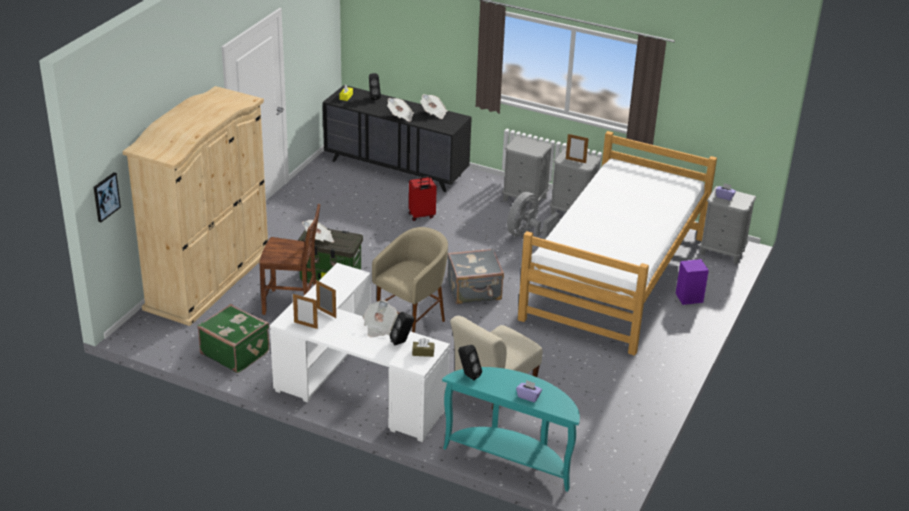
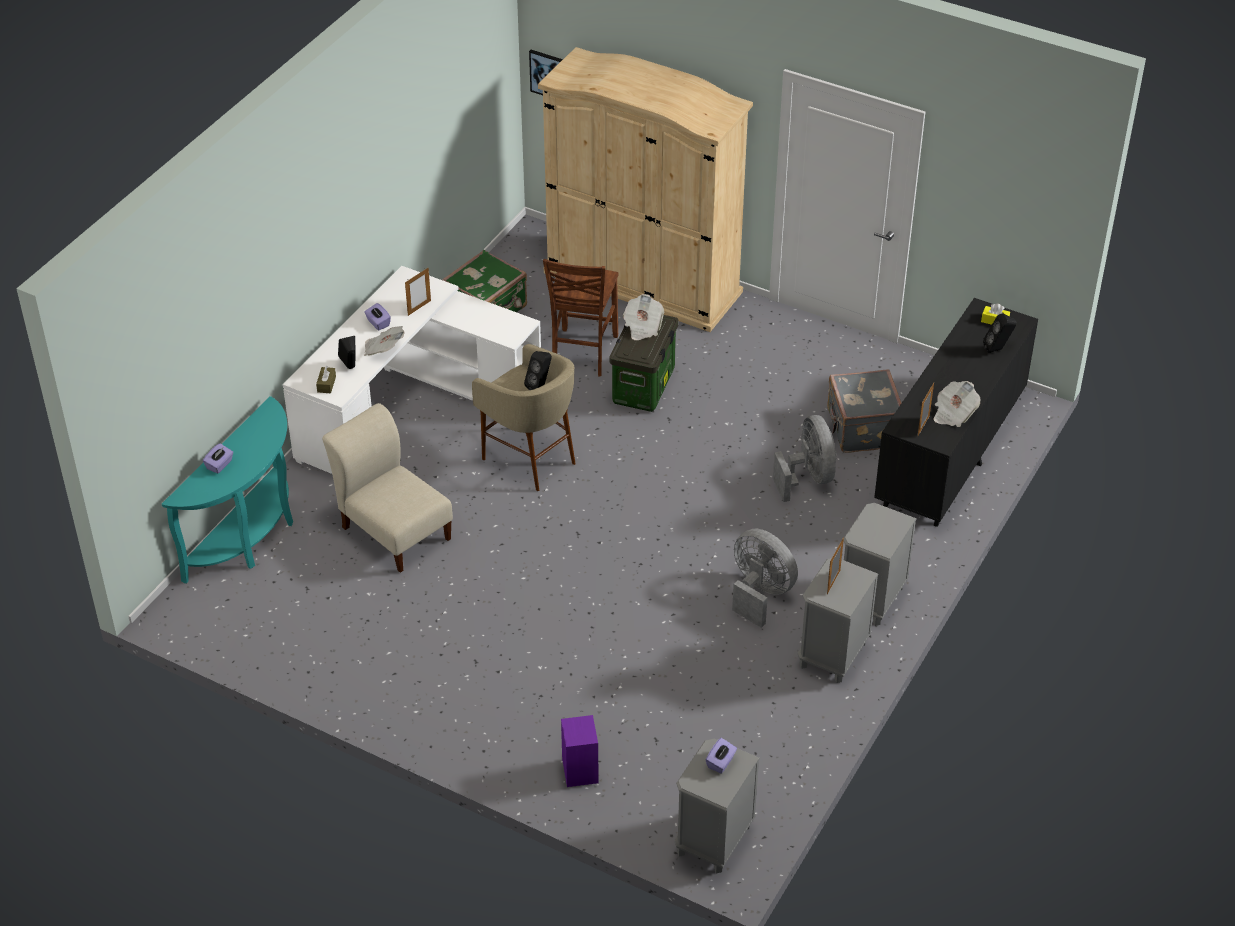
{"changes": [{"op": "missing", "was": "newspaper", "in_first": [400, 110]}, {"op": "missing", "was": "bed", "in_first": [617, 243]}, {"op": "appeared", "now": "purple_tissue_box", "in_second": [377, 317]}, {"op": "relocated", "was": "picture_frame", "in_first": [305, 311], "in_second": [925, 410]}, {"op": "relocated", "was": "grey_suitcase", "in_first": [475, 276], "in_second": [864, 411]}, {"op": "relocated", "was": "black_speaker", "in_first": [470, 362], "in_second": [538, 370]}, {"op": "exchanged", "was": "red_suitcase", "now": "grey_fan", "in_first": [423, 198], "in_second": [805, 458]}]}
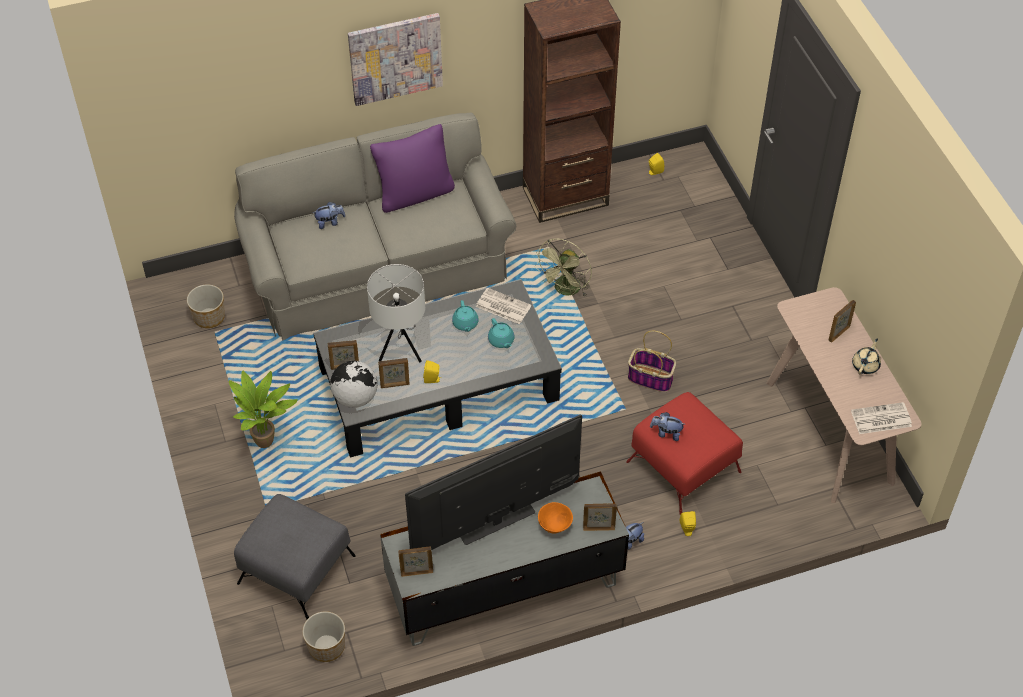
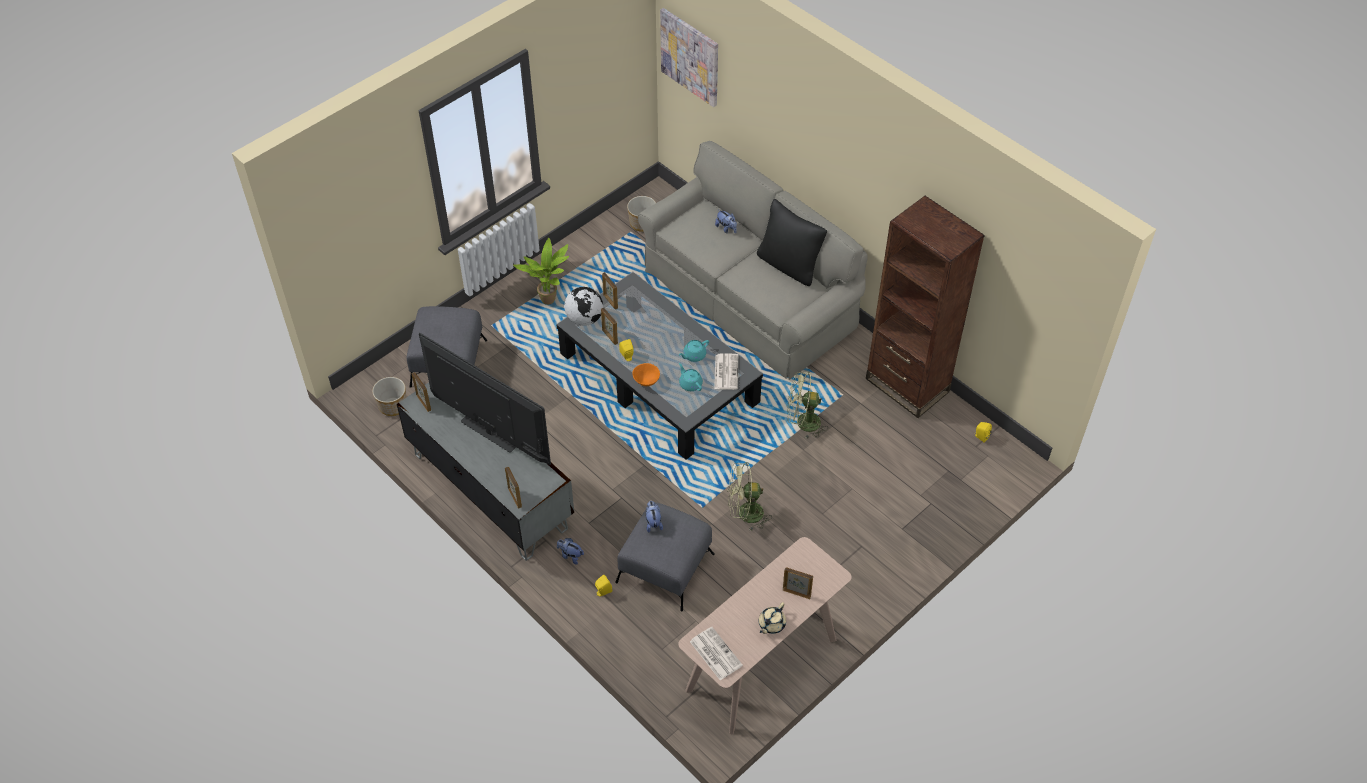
{"changes": [{"op": "missing", "was": "white_table_lamp", "in_first": [396, 313]}, {"op": "relocated", "was": "picture", "in_first": [395, 59], "in_second": [689, 57]}, {"op": "relocated", "was": "orange_bowl", "in_first": [555, 518], "in_second": [646, 374]}, {"op": "exchanged", "was": "basket", "now": "green_fan", "in_first": [652, 361], "in_second": [750, 497]}, {"op": "colour", "was": "purple_pillow", "now": "black_pillow", "in_first": [412, 168], "in_second": [792, 242]}, {"op": "colour", "was": "red_ottoman", "now": "grey_ottoman", "in_first": [684, 453], "in_second": [665, 556]}, {"op": "spun", "was": "turquoise_teapot", "in_first": [501, 333], "in_second": [691, 377], "clockwise": 105}, {"op": "spun", "was": "beige_teapot", "in_first": [866, 357], "in_second": [772, 618], "clockwise": 120}]}
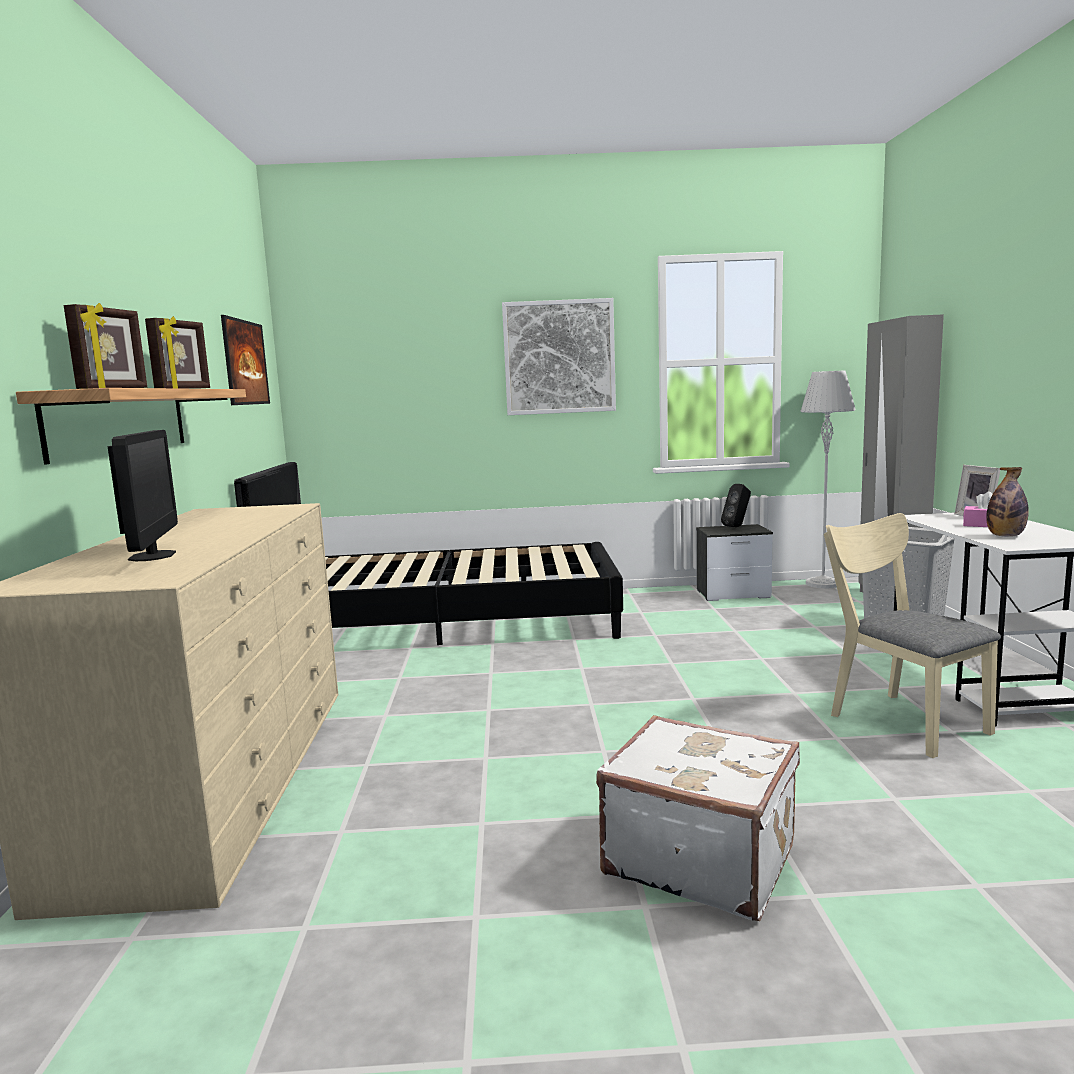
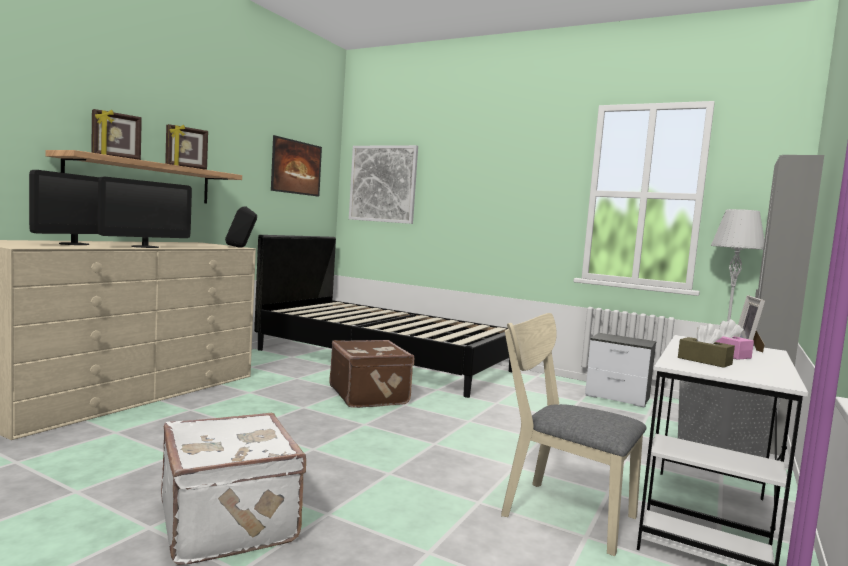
{"changes": [{"op": "appeared", "now": "monitor", "in_second": [145, 212]}, {"op": "appeared", "now": "brown_suitcase", "in_second": [372, 374]}, {"op": "relocated", "was": "picture", "in_first": [559, 356], "in_second": [383, 184]}, {"op": "relocated", "was": "black_speaker", "in_first": [736, 505], "in_second": [241, 227]}, {"op": "exchanged", "was": "bottle", "now": "brown_tissue_box", "in_first": [1007, 502], "in_second": [706, 346]}, {"op": "spun", "was": "beige_chair", "in_first": [912, 635], "in_second": [574, 434], "clockwise": -60}]}
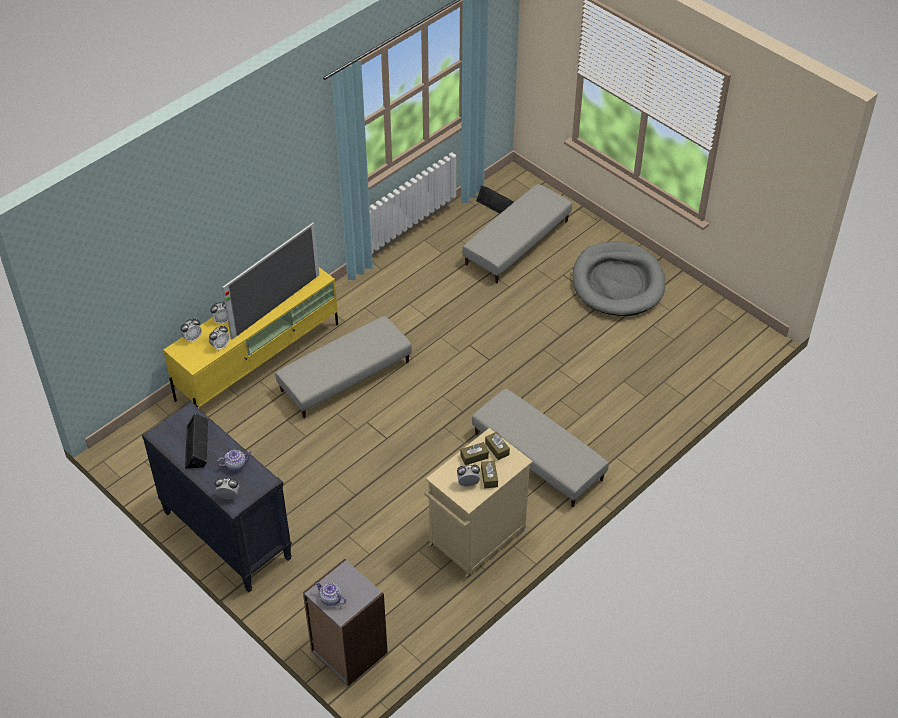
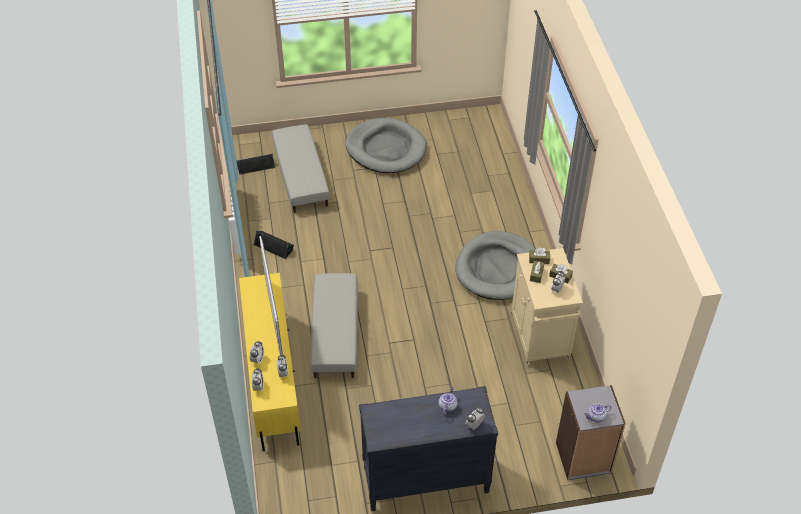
{"changes": [{"op": "relocated", "was": "black_speaker", "in_first": [196, 440], "in_second": [274, 245]}, {"op": "exchanged", "was": "grey_ottoman", "now": "grey_dog_bed", "in_first": [540, 448], "in_second": [495, 265]}]}
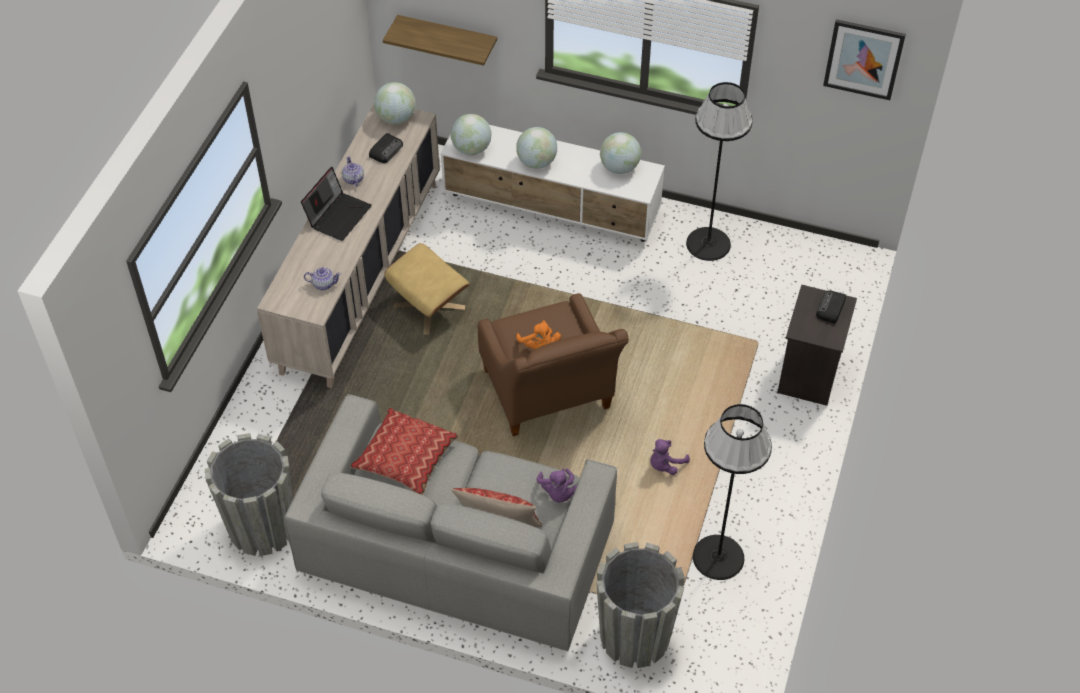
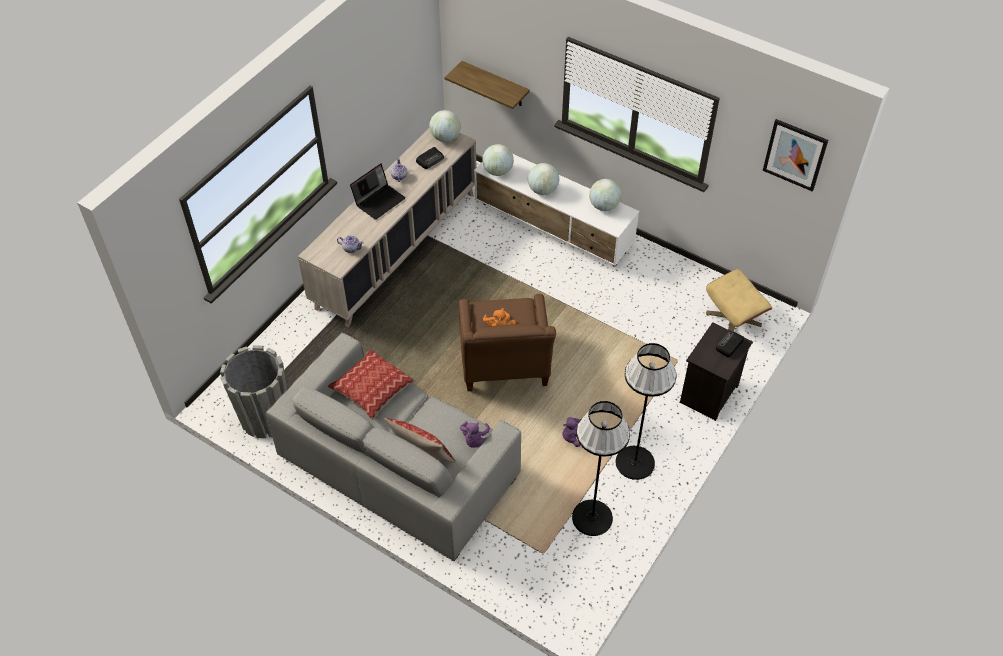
{"changes": [{"op": "missing", "was": "grey_planter", "in_first": [640, 605]}, {"op": "relocated", "was": "beige_ottoman", "in_first": [427, 289], "in_second": [739, 300]}, {"op": "relocated", "was": "black_floor_lamp", "in_first": [719, 171], "in_second": [646, 411]}]}
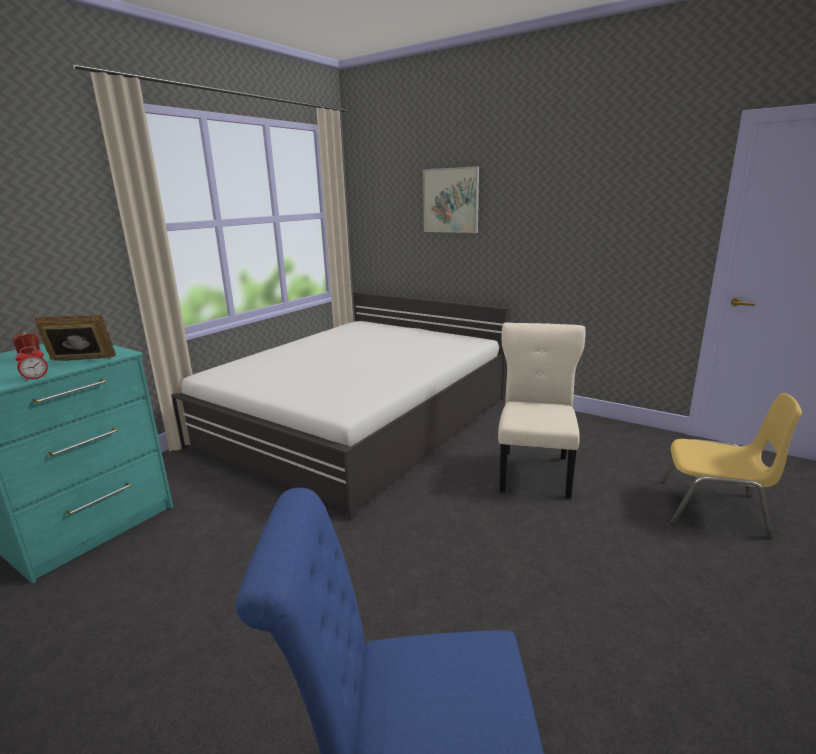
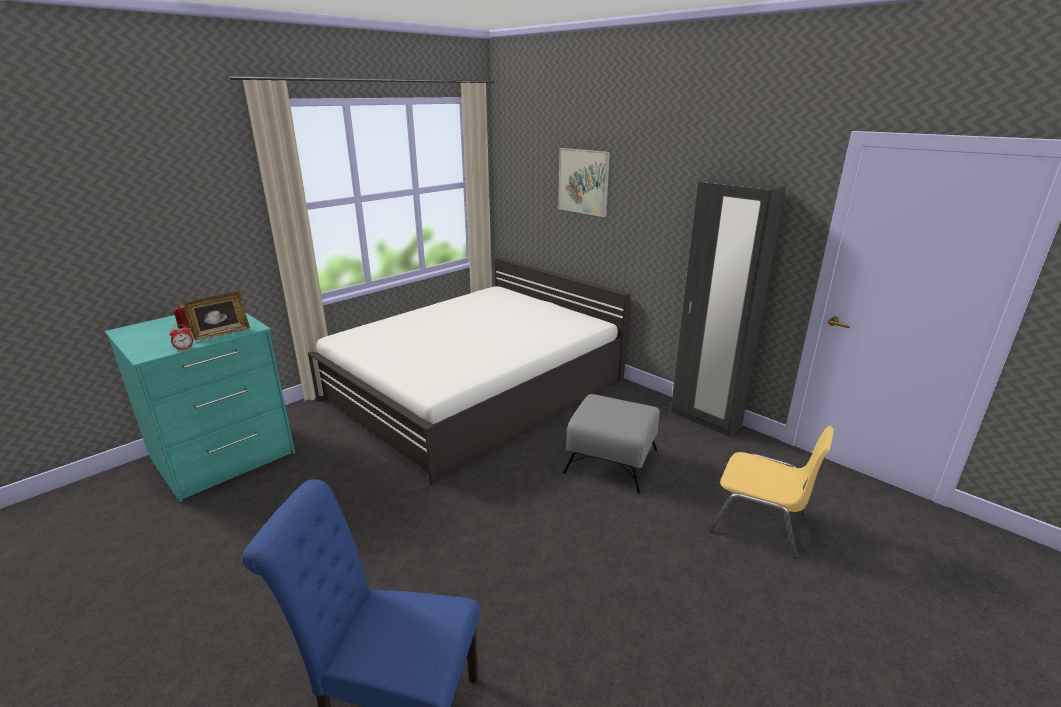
{"changes": [{"op": "appeared", "now": "black_wardrobe", "in_second": [728, 308]}, {"op": "exchanged", "was": "beige_chair", "now": "grey_ottoman", "in_first": [541, 411], "in_second": [611, 444]}, {"op": "spun", "was": "picture_frame", "in_first": [75, 338], "in_second": [217, 316], "clockwise": 135}]}
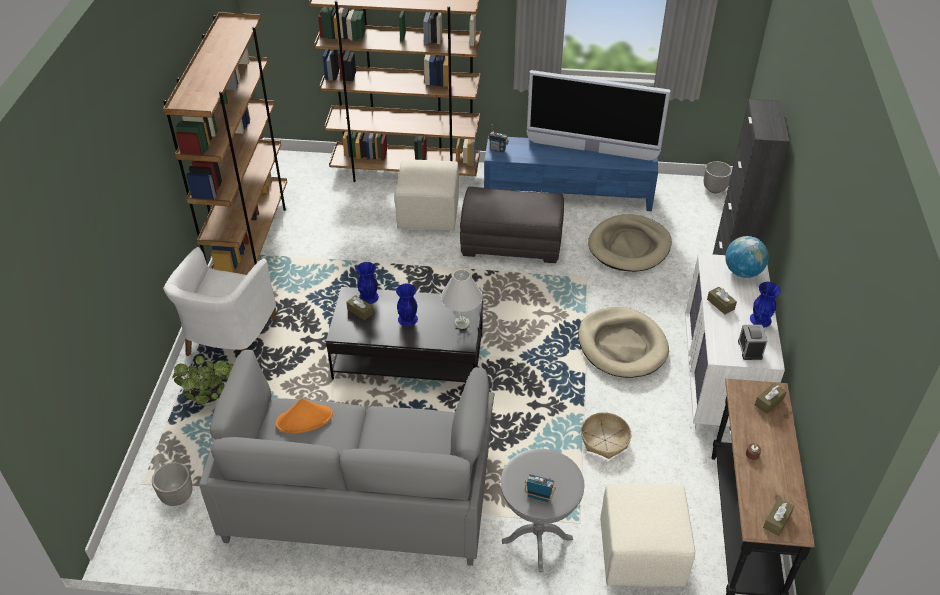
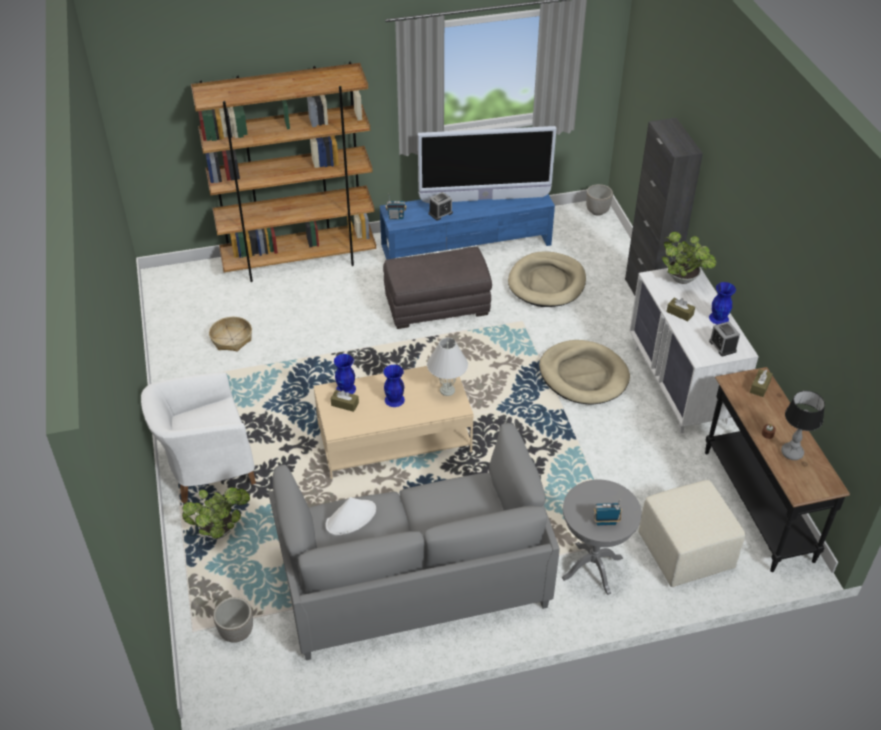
{"changes": [{"op": "missing", "was": "brown_bookcase", "in_first": [225, 143]}, {"op": "missing", "was": "beige_ottoman", "in_first": [427, 195]}, {"op": "missing", "was": "brown_tissue_box", "in_first": [778, 517]}, {"op": "appeared", "now": "alarm_clock", "in_second": [441, 206]}, {"op": "appeared", "now": "table_lamp", "in_second": [803, 425]}, {"op": "relocated", "was": "basket", "in_first": [606, 435], "in_second": [230, 334]}, {"op": "exchanged", "was": "globe", "now": "potted_plant", "in_first": [747, 257], "in_second": [689, 258]}, {"op": "colour", "was": "orange_hat", "now": "white_hat", "in_first": [304, 415], "in_second": [350, 516]}, {"op": "colour", "was": "black_coffee_table", "now": "beige_coffee_table", "in_first": [404, 334], "in_second": [393, 422]}, {"op": "spun", "was": "white_armchair", "in_first": [220, 301], "in_second": [198, 437], "clockwise": 75}]}
